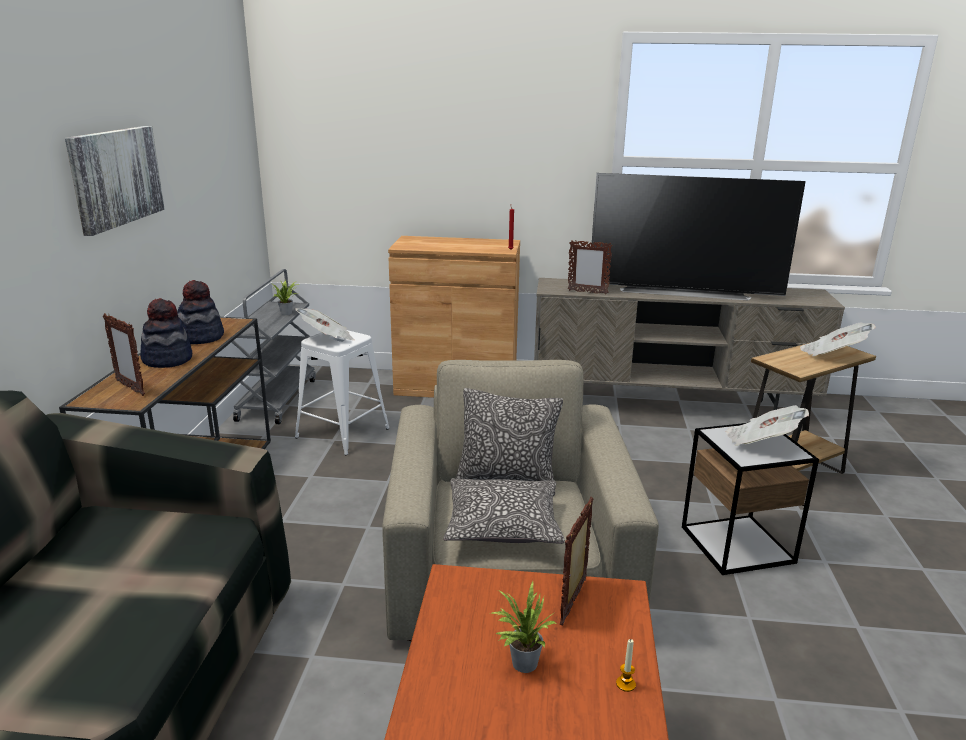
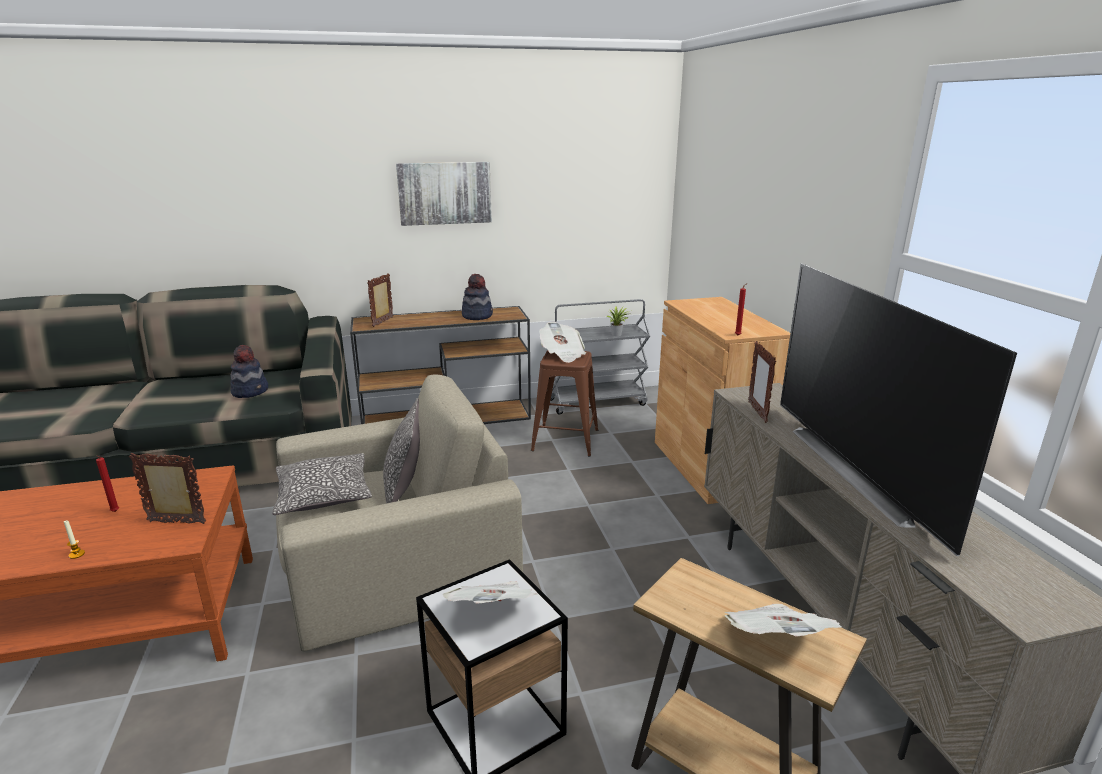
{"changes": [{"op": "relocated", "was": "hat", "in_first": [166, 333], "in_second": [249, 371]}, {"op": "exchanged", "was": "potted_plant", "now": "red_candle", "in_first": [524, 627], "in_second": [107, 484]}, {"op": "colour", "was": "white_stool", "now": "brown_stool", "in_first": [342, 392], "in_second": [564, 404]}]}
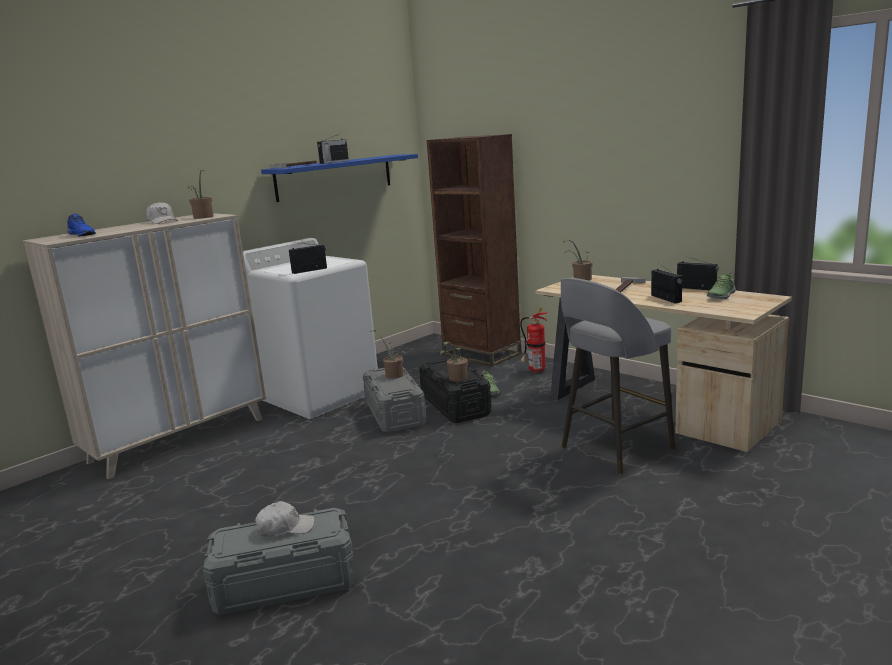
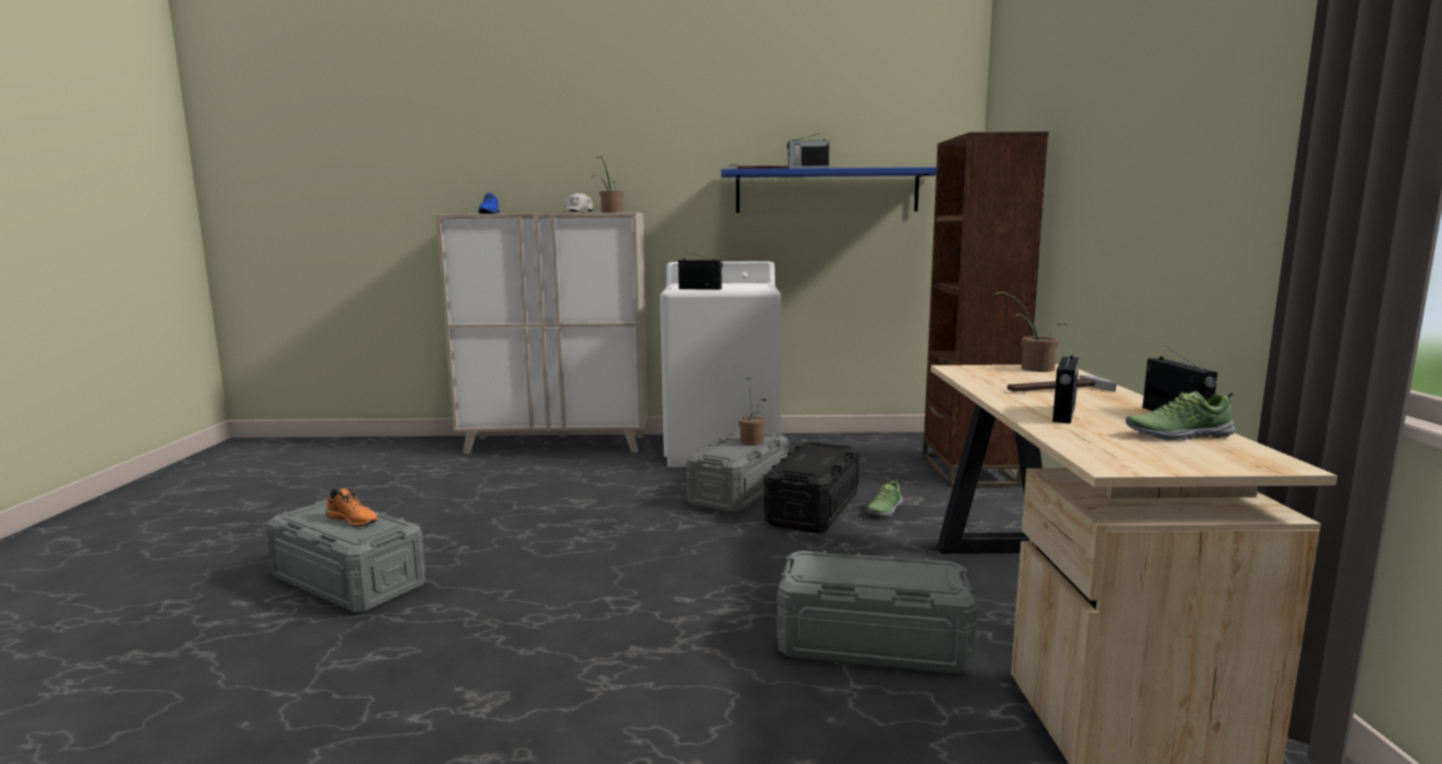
{"changes": [{"op": "missing", "was": "potted_plant", "in_first": [454, 361]}, {"op": "missing", "was": "fire_extinguisher", "in_first": [533, 340]}, {"op": "exchanged", "was": "white_cap", "now": "orange_shoe", "in_first": [285, 519], "in_second": [351, 507]}, {"op": "exchanged", "was": "grey_stool", "now": "grey_storage_box", "in_first": [618, 376], "in_second": [877, 612]}]}
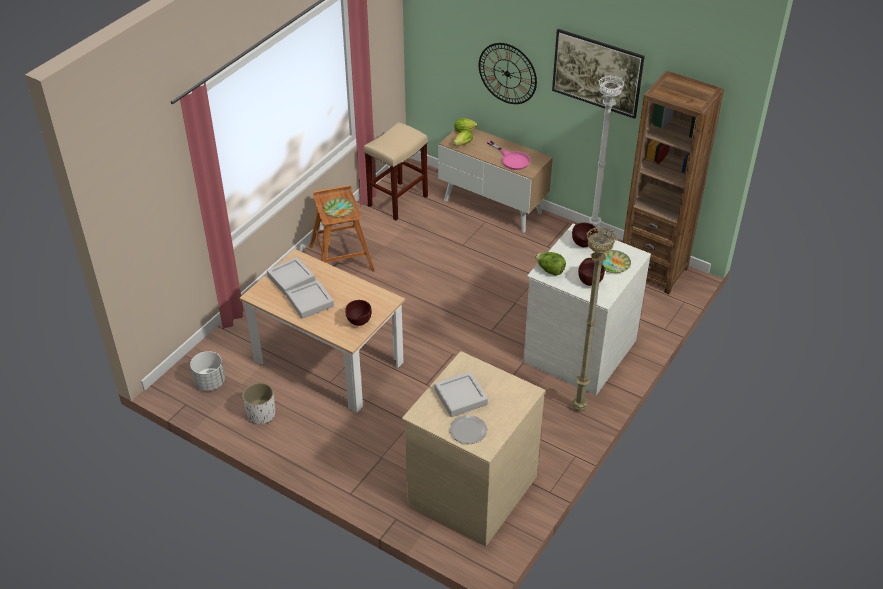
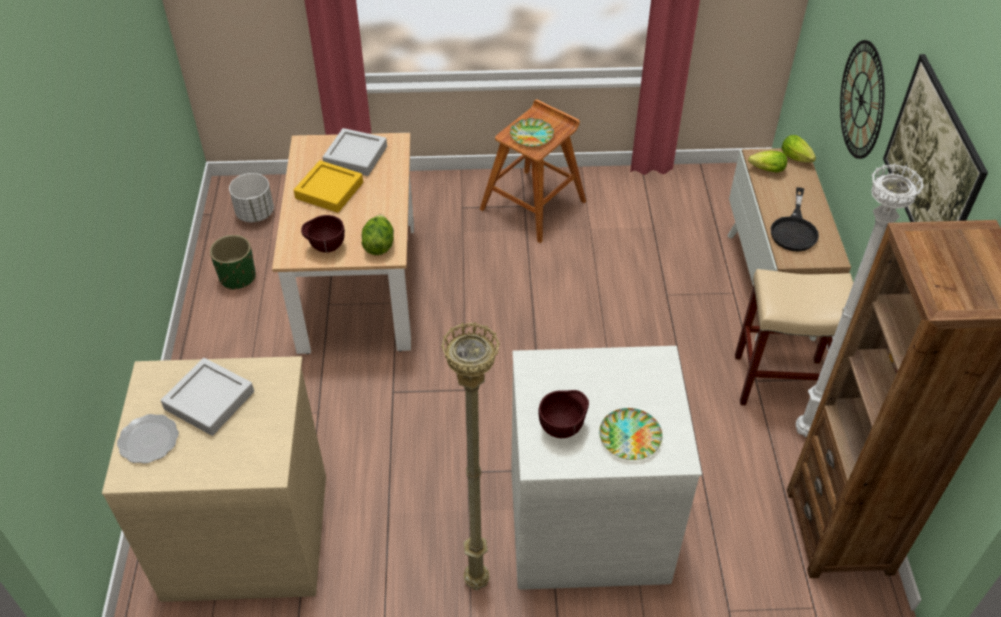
{"changes": [{"op": "missing", "was": "brown_bowl", "in_first": [584, 235]}, {"op": "relocated", "was": "beige_stool", "in_first": [396, 171], "in_second": [794, 337]}, {"op": "relocated", "was": "lettuce", "in_first": [550, 264], "in_second": [378, 234]}, {"op": "colour", "was": "white_planter", "now": "green_planter", "in_first": [258, 403], "in_second": [233, 262]}, {"op": "colour", "was": "grey_tray", "now": "yellow_tray", "in_first": [310, 299], "in_second": [328, 186]}, {"op": "colour", "was": "pink_frying_pan", "now": "black_frying_pan", "in_first": [508, 155], "in_second": [795, 219]}]}
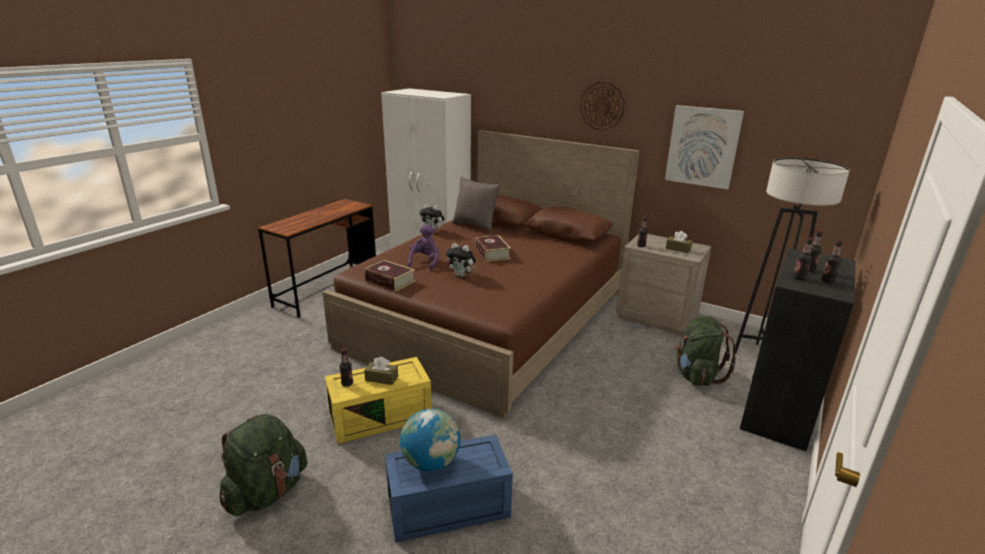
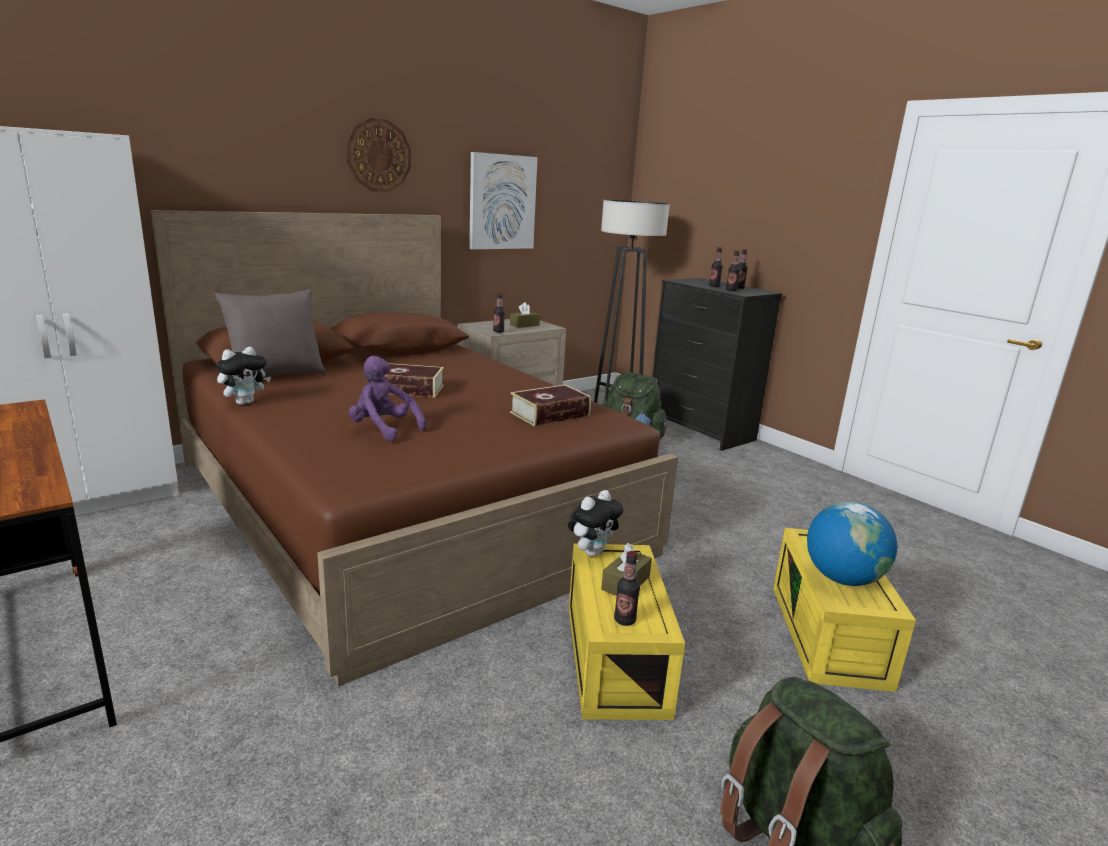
{"changes": [{"op": "relocated", "was": "book", "in_first": [389, 275], "in_second": [550, 405]}, {"op": "relocated", "was": "plush_toy", "in_first": [461, 260], "in_second": [595, 523]}, {"op": "colour", "was": "blue_storage_box", "now": "yellow_storage_box", "in_first": [449, 489], "in_second": [844, 610]}]}
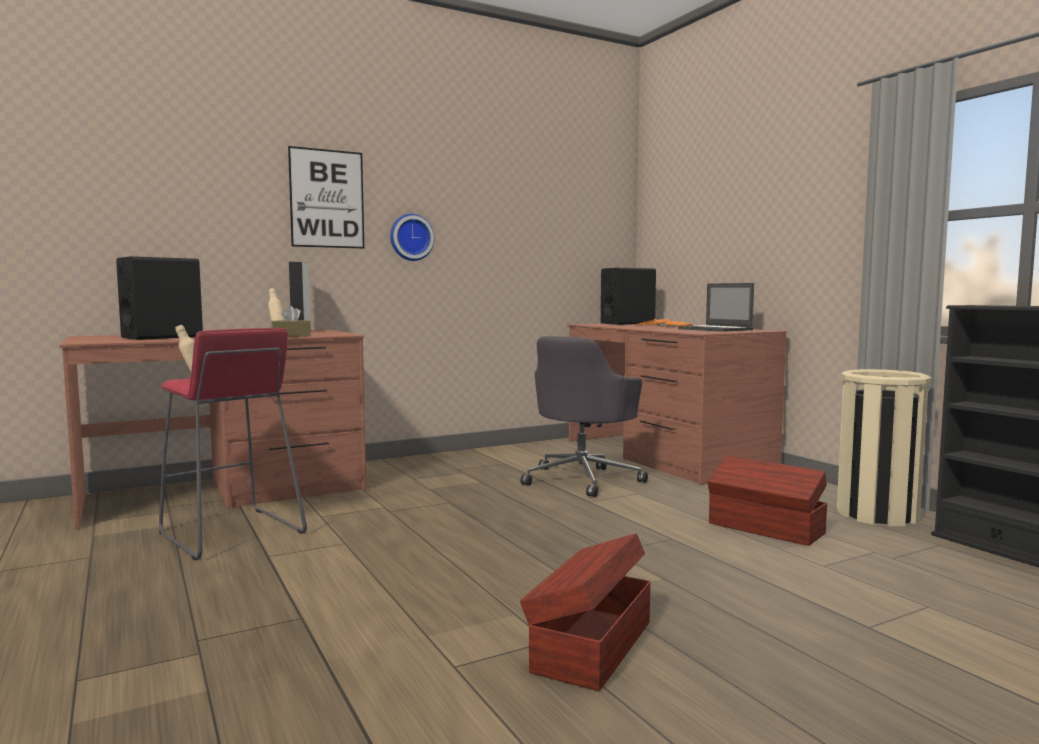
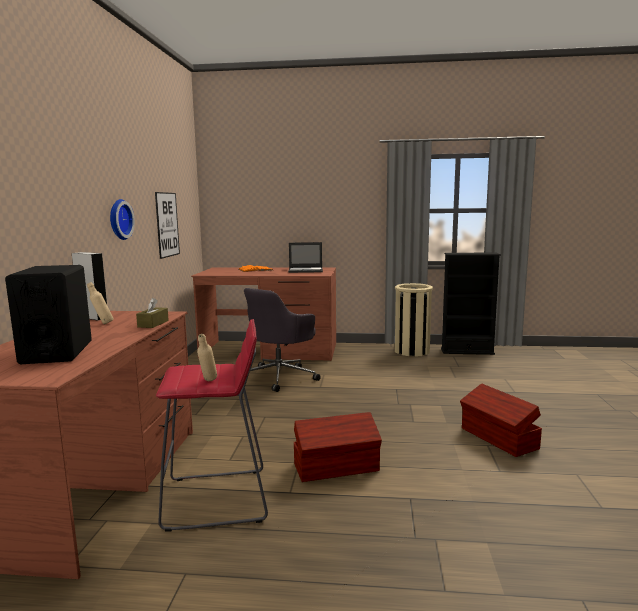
{"changes": [{"op": "missing", "was": "black_speaker", "in_first": [628, 296]}, {"op": "relocated", "was": "picture", "in_first": [326, 197], "in_second": [167, 225]}, {"op": "relocated", "was": "brown_storage_box", "in_first": [767, 501], "in_second": [338, 447]}, {"op": "spun", "was": "grey_office_chair", "in_first": [584, 416], "in_second": [282, 340], "clockwise": 60}]}
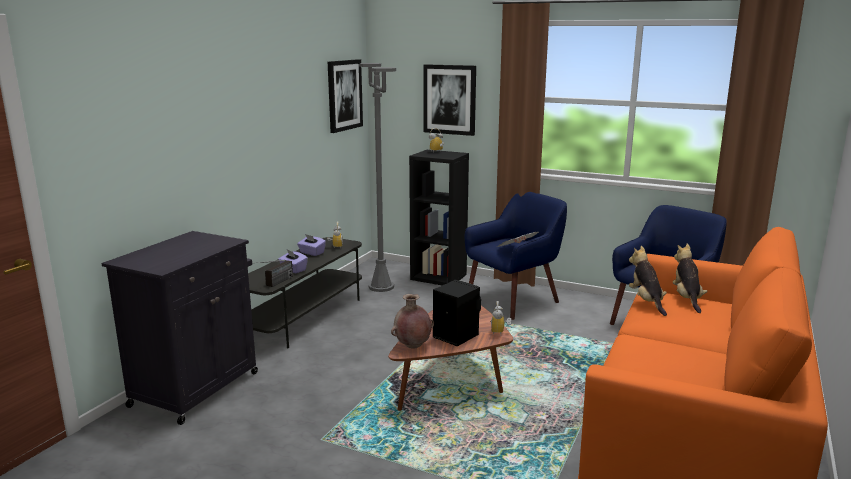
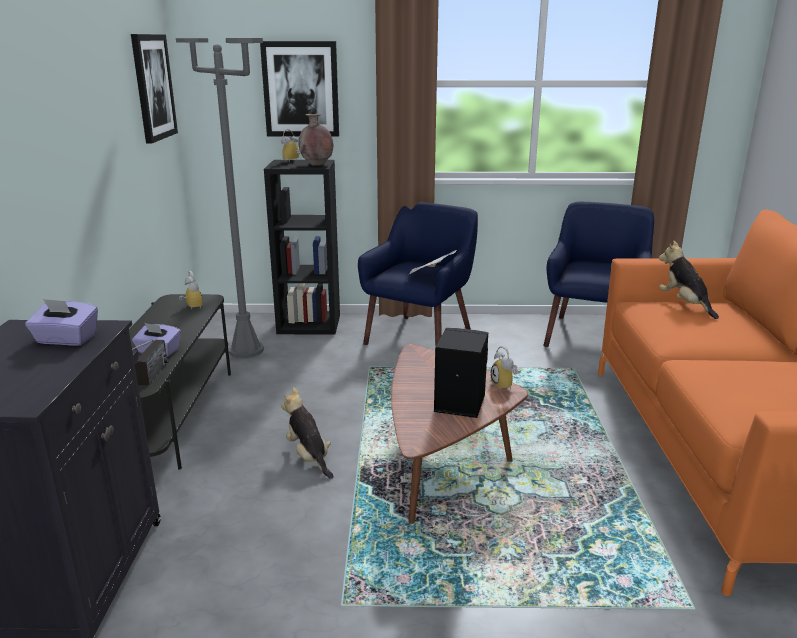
{"changes": [{"op": "relocated", "was": "purple_tissue_box", "in_first": [311, 245], "in_second": [62, 322]}, {"op": "relocated", "was": "brown_vase", "in_first": [412, 321], "in_second": [315, 139]}, {"op": "relocated", "was": "plush_toy", "in_first": [648, 281], "in_second": [307, 433]}]}
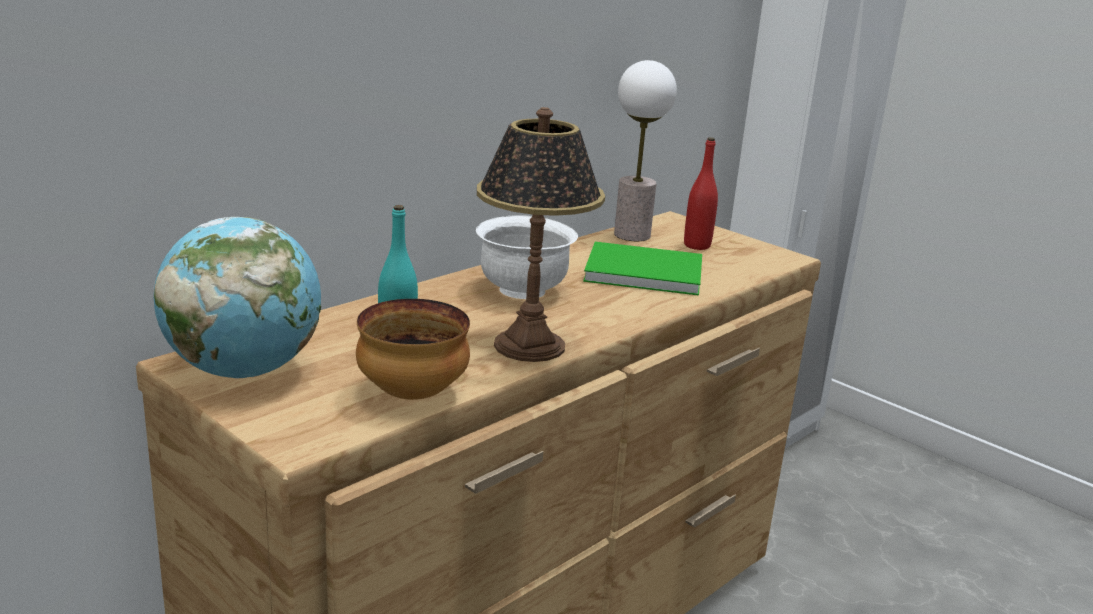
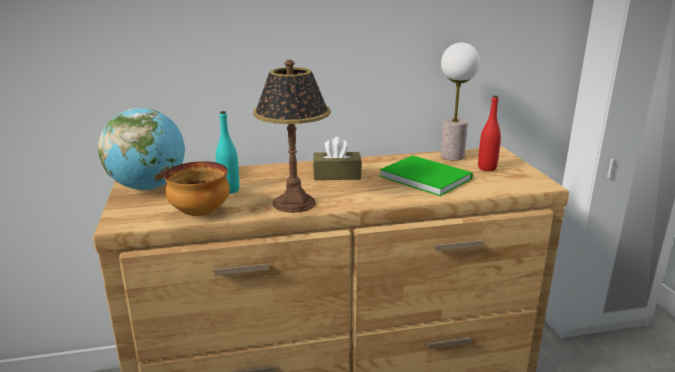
{"changes": [{"op": "exchanged", "was": "white_bowl", "now": "brown_tissue_box", "in_first": [527, 257], "in_second": [337, 158]}]}
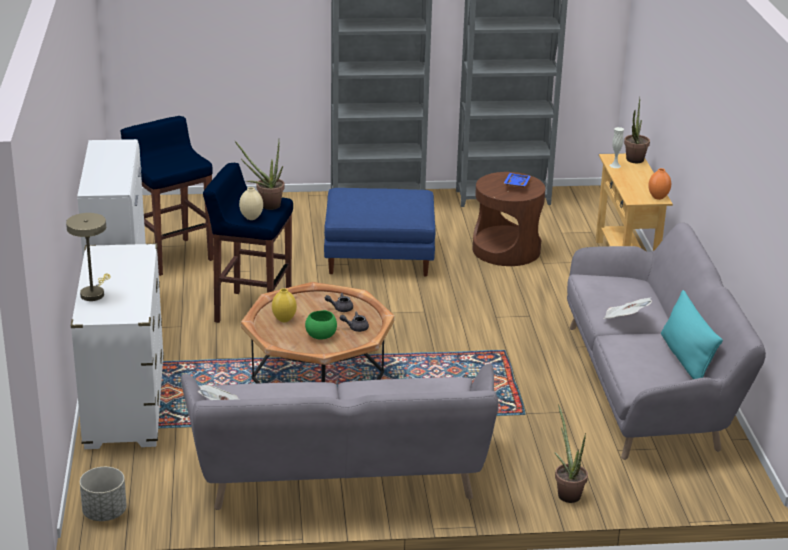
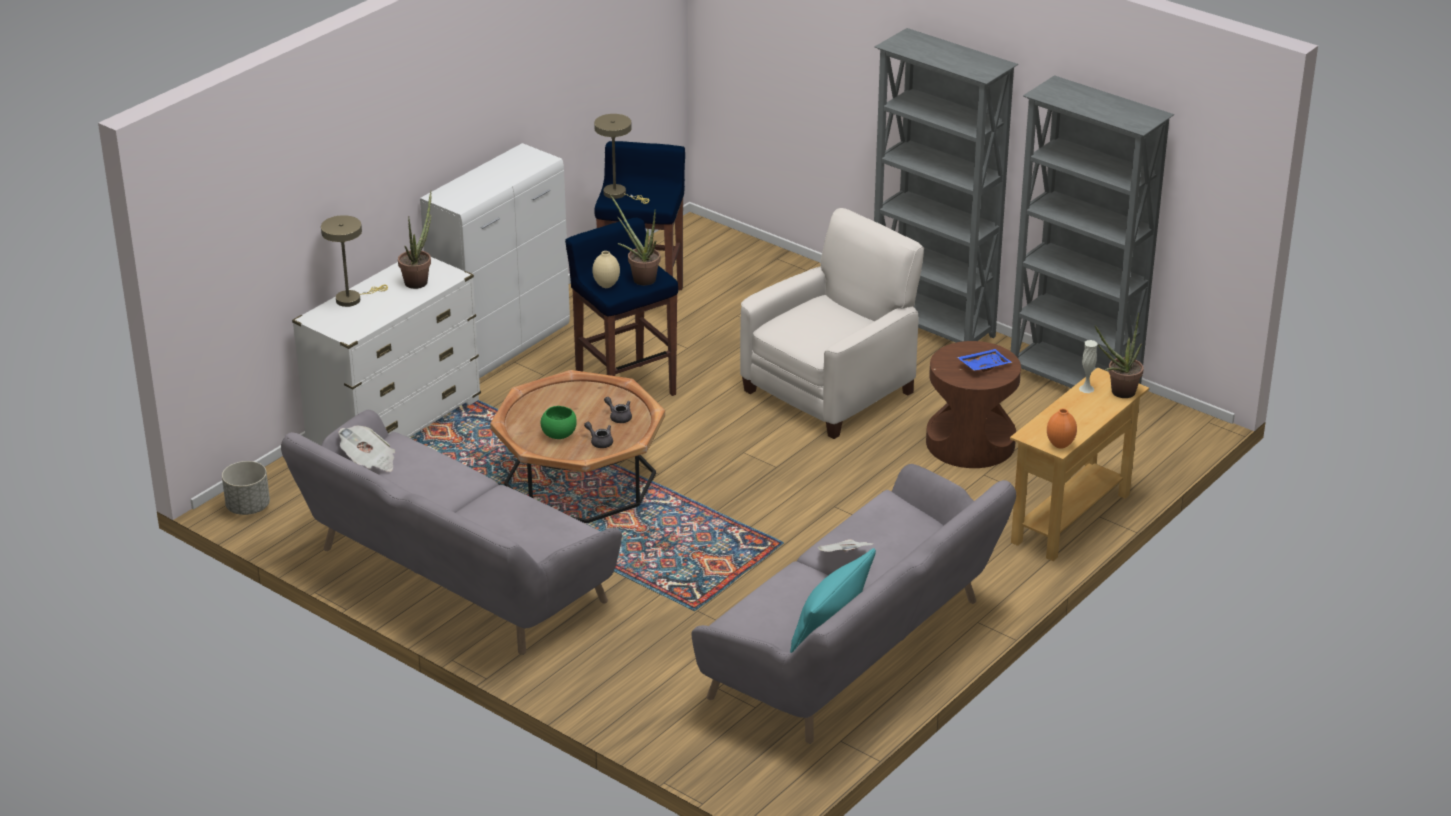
{"changes": [{"op": "missing", "was": "yellow_vase", "in_first": [284, 305]}, {"op": "appeared", "now": "beige_table_lamp", "in_second": [621, 159]}, {"op": "relocated", "was": "potted_plant", "in_first": [571, 453], "in_second": [415, 240]}, {"op": "exchanged", "was": "blue_ottoman", "now": "white_armchair", "in_first": [379, 232], "in_second": [832, 323]}]}
